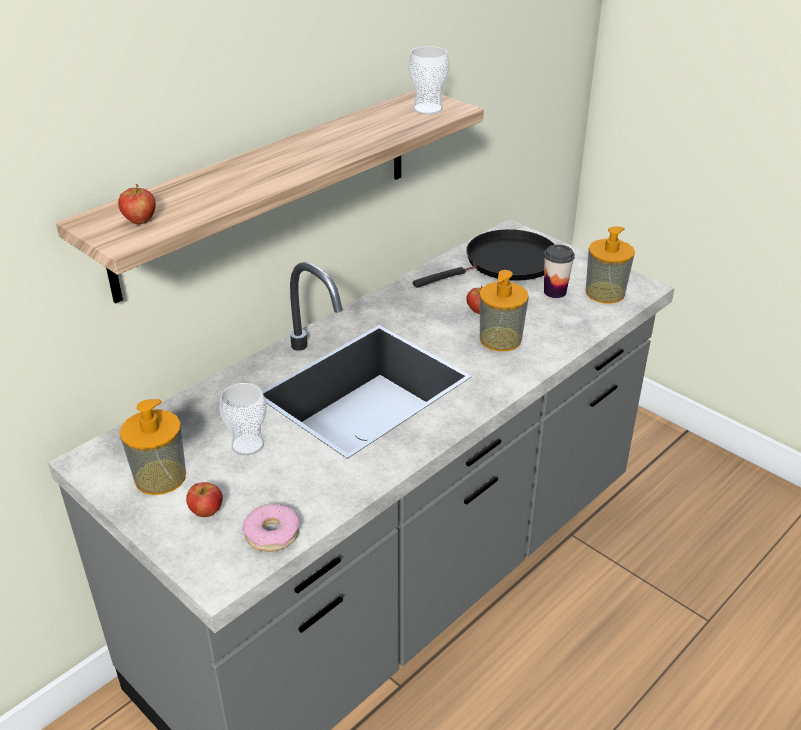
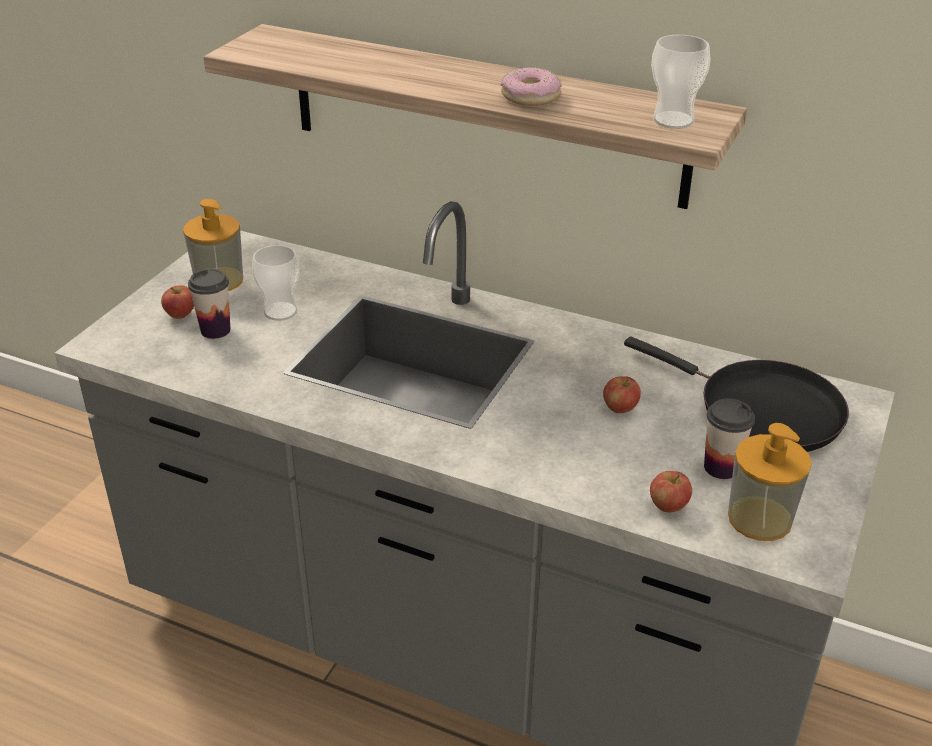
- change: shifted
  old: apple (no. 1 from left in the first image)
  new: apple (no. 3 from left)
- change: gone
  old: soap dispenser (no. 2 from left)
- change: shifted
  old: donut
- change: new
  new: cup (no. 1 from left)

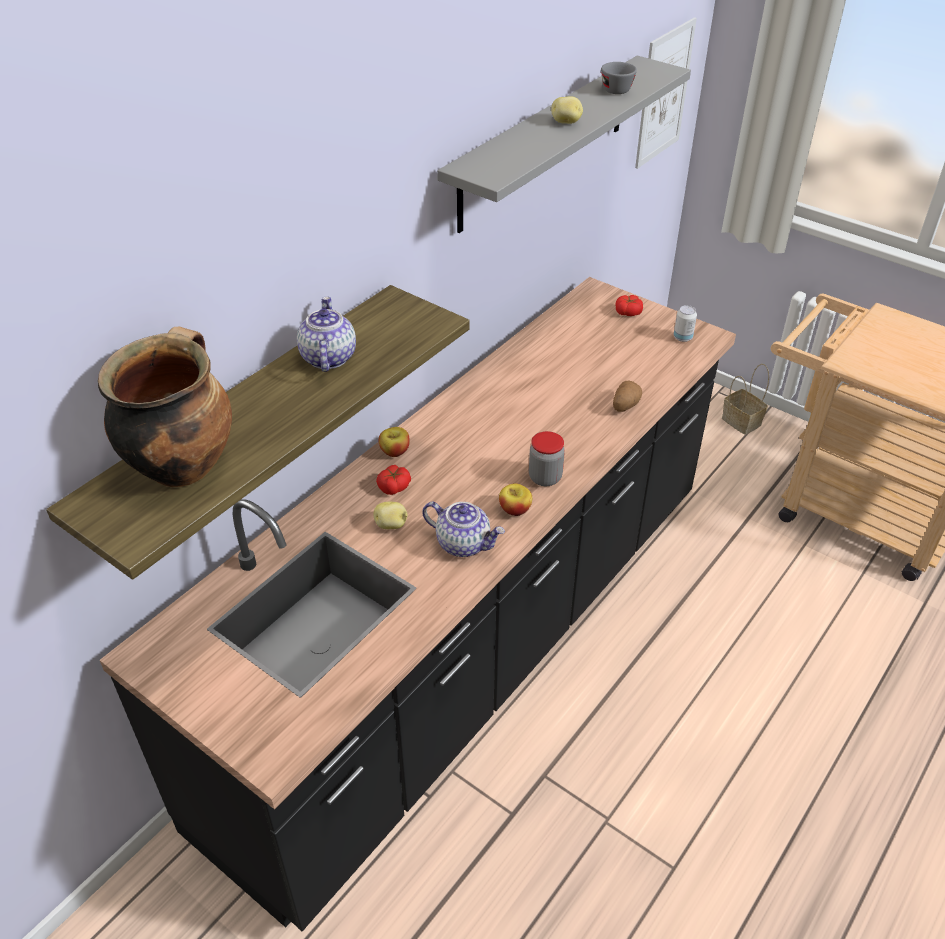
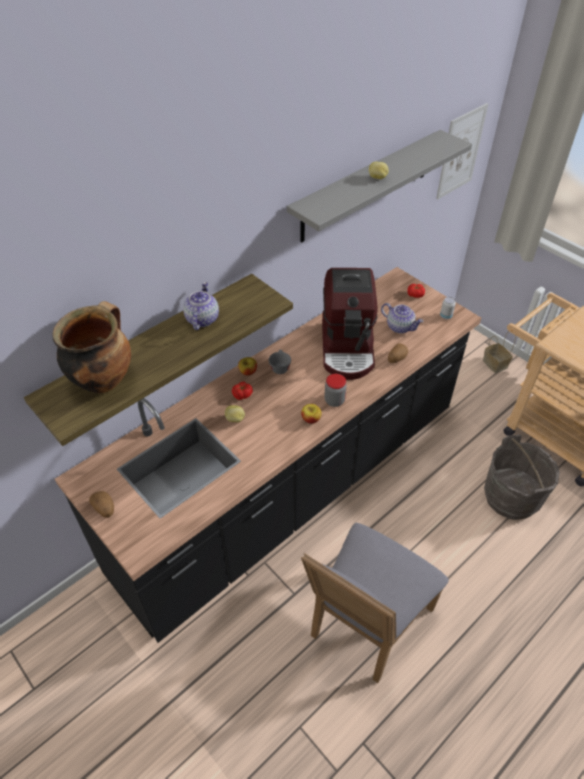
- change: shifted
  old: grey cup
- change: shifted
  old: teapot (no. 2 from left)
- change: new
  new: coffee machine
- change: new
  new: grey bucket
- change: new
  new: potato (no. 1 from left)
- change: new
  new: grey chair

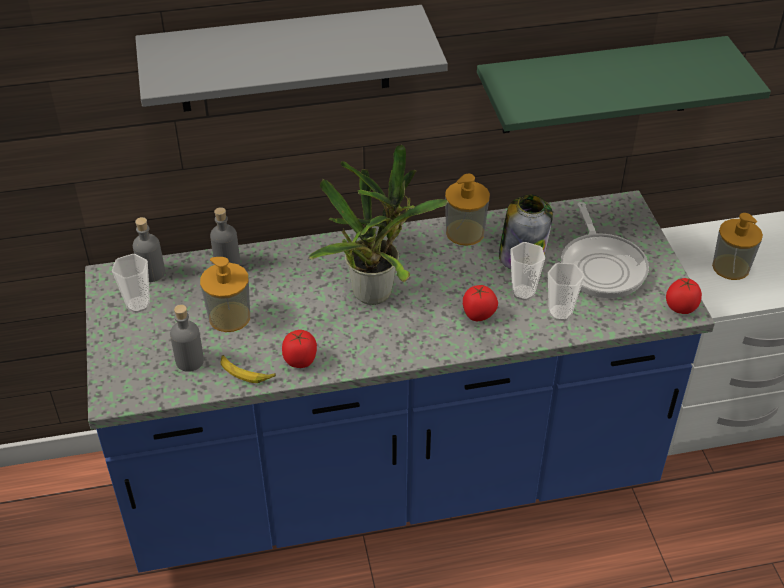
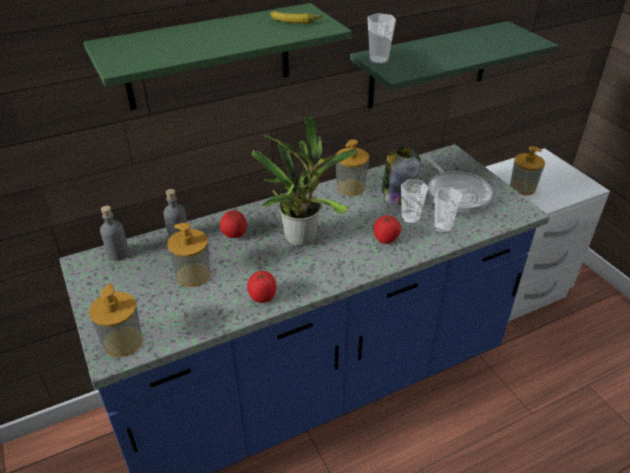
- change: repainted
  old: grey shelf
  new: green shelf (no. 1 from left)
- change: shifted
  old: cup (no. 1 from left)
- change: shifted
  old: tomato (no. 3 from left in the first image)
  new: tomato (no. 1 from left)
- change: gone
  old: grey bottle (no. 2 from left)
- change: shifted
  old: banana
- change: new
  new: soap dispenser (no. 1 from left)

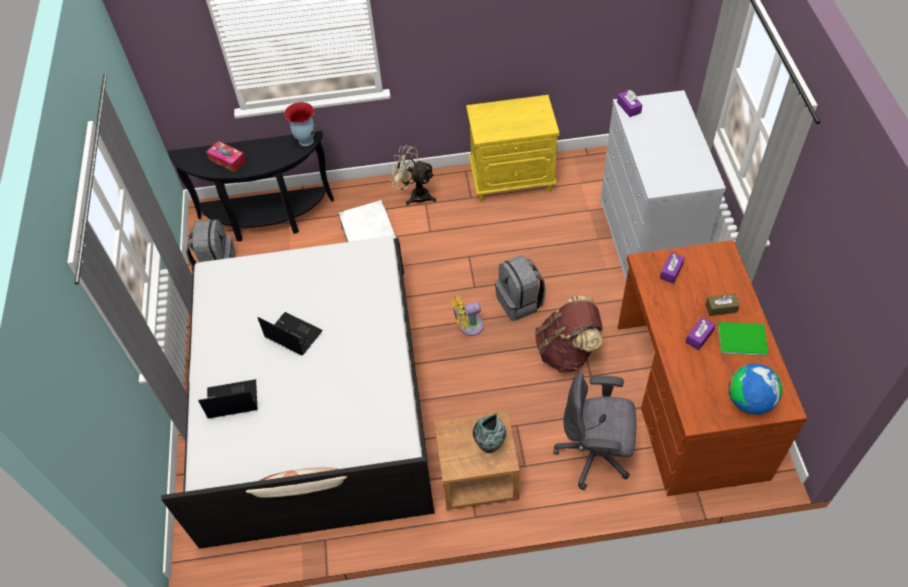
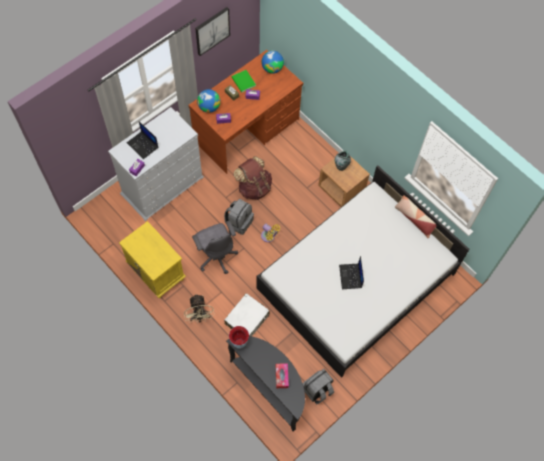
- change: shifted
  old: grey office chair
- change: shifted
  old: laptop (no. 1 from left)
- change: new
  new: picture
- change: new
  new: globe (no. 1 from left)

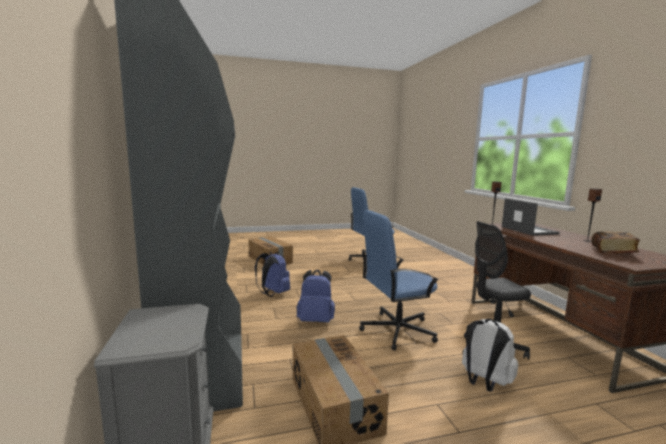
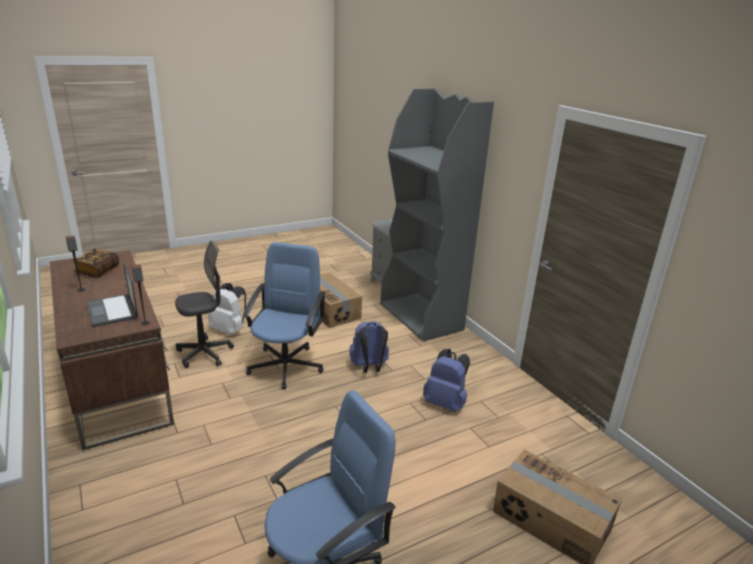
- change: rotated
  old: blue office chair (no. 2 from left in the first image)
  degrees: -45

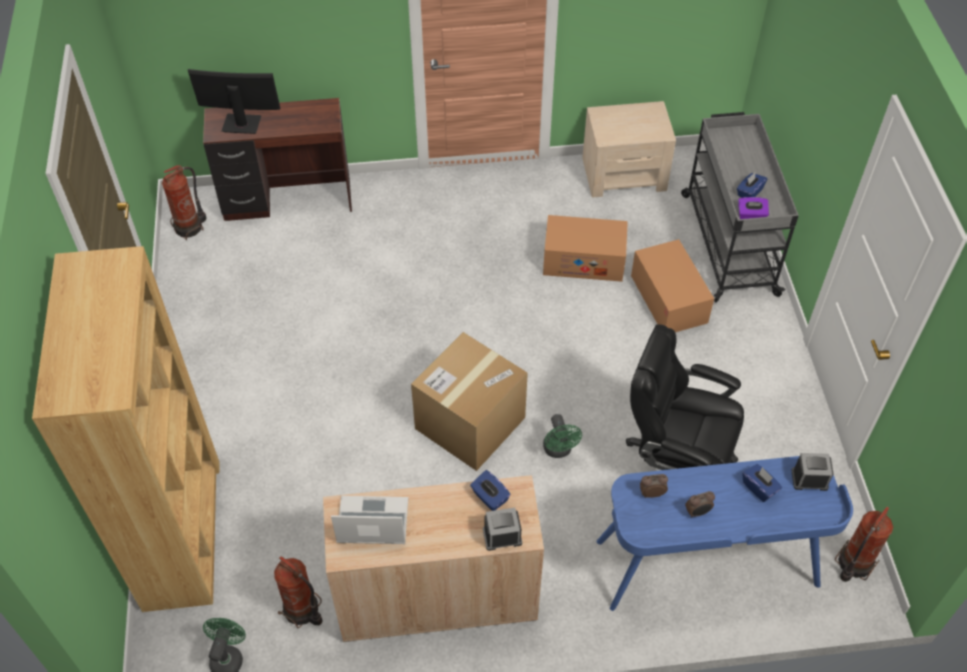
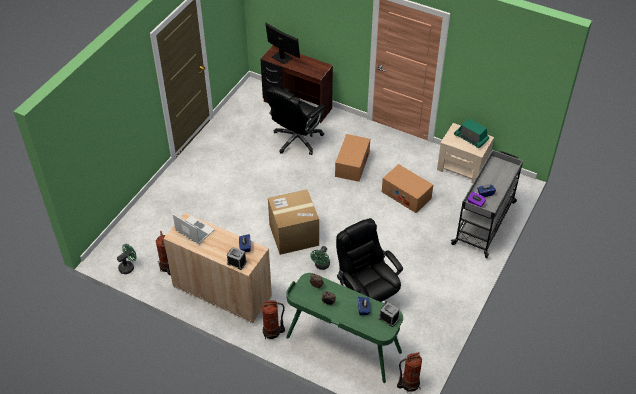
- change: shifted
  old: fire extinguisher (no. 1 from left in the first image)
  new: fire extinguisher (no. 2 from left)
- change: shifted
  old: cardboard box (no. 3 from left in the first image)
  new: cardboard box (no. 2 from left)
- change: gone
  old: brown bookcase
- change: repainted
  old: blue desk
  new: green desk
- change: new
  new: black office chair (no. 1 from left)
- change: new
  new: radio

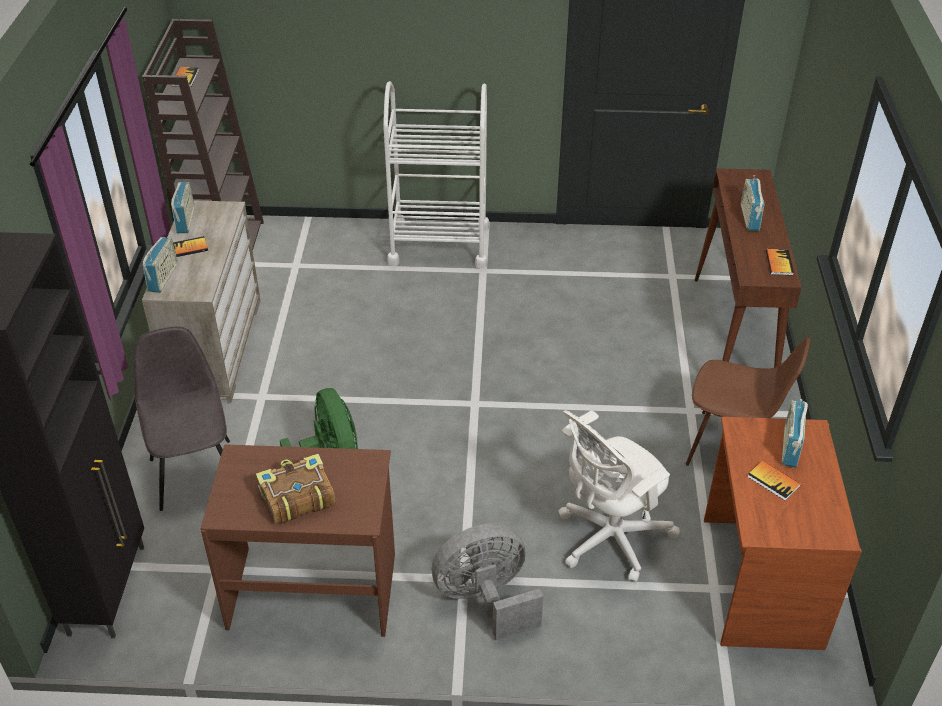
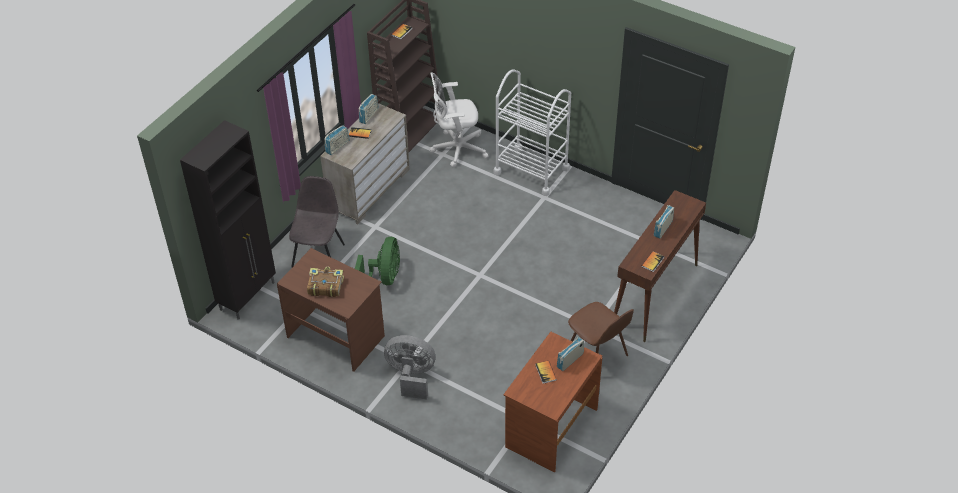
- change: shifted
  old: white office chair

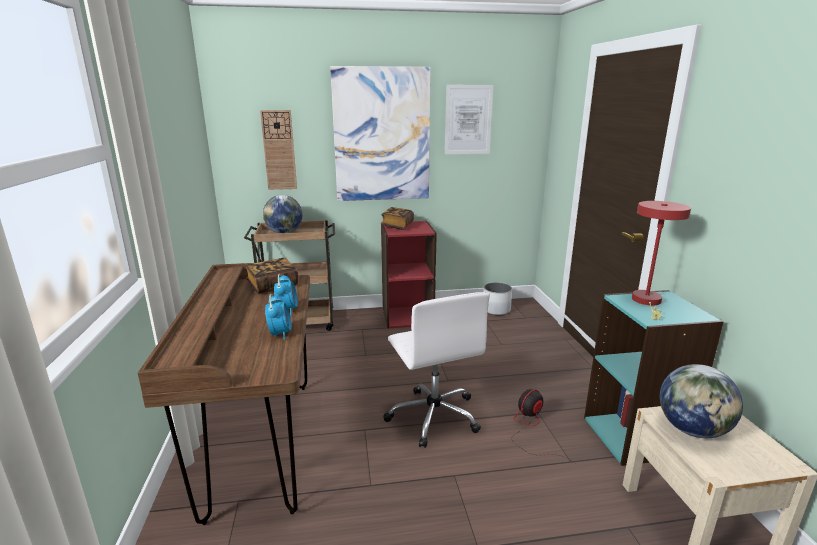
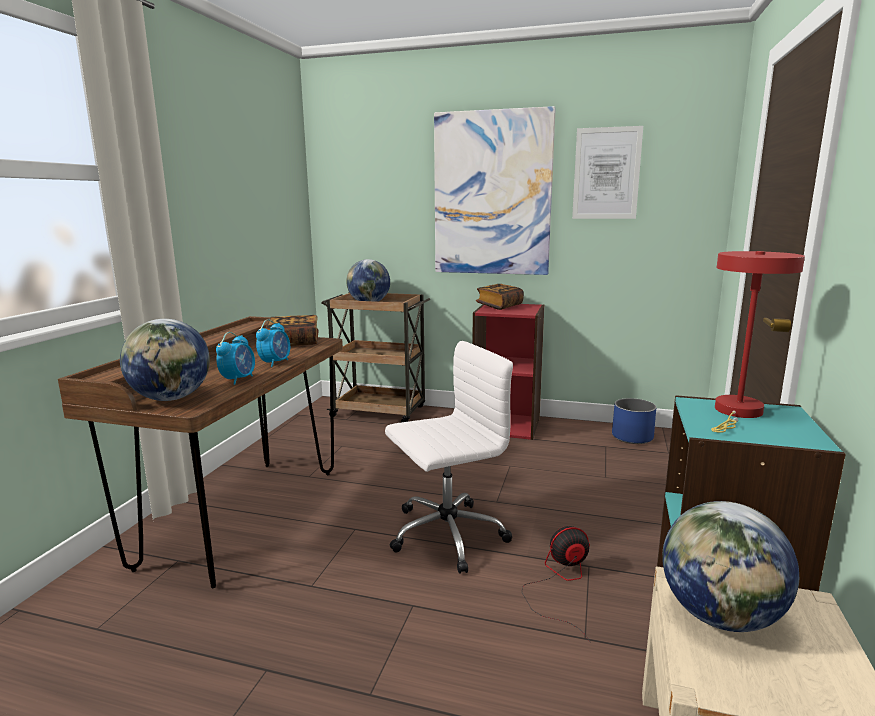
- change: gone
  old: wall clock
- change: repainted
  old: white planter
  new: blue planter
- change: rotated
  old: white office chair
  degrees: -120
- change: new
  new: globe (no. 1 from left)

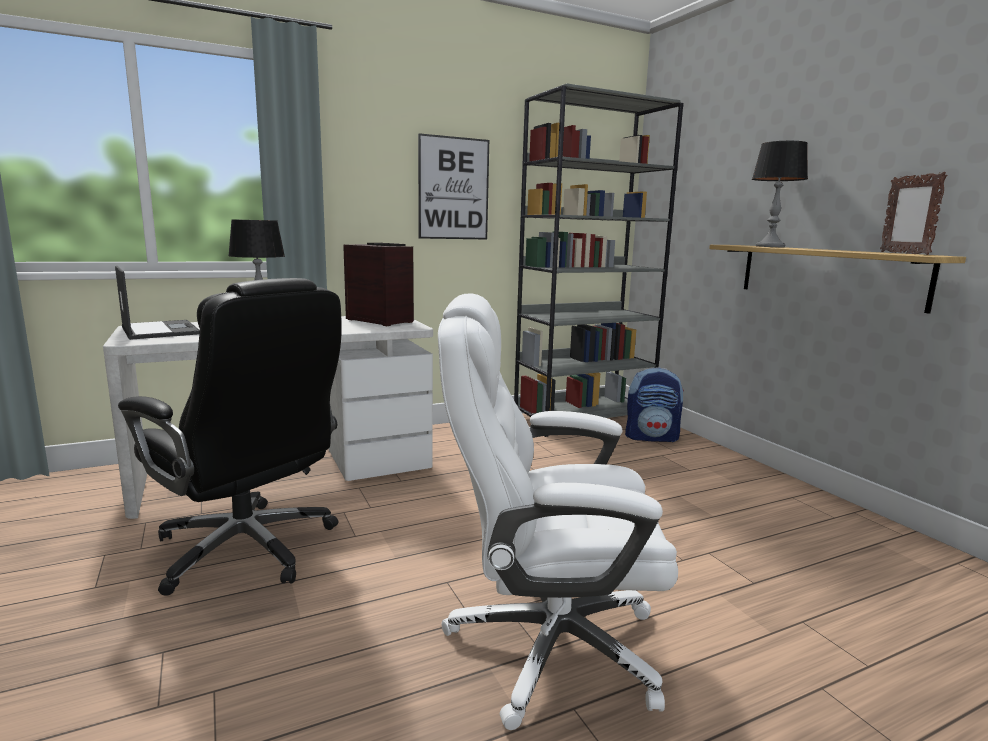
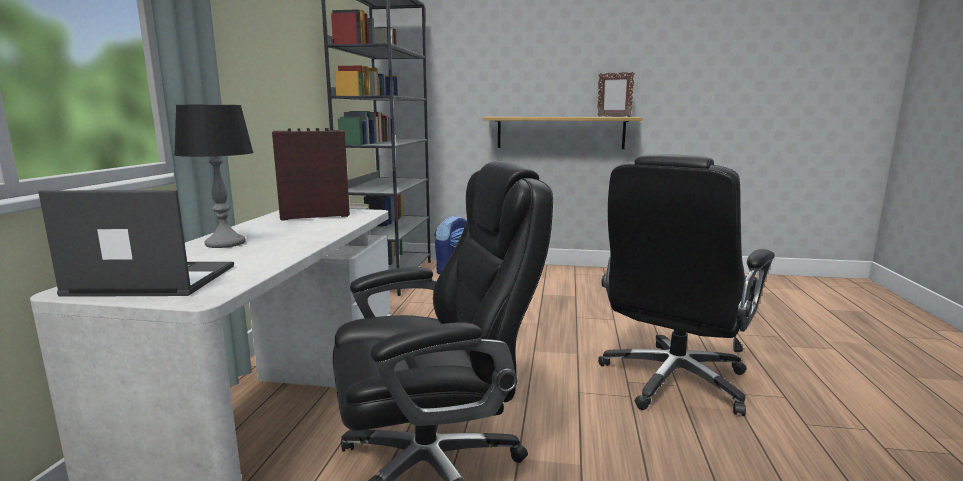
- change: gone
  old: picture
- change: gone
  old: table lamp (no. 2 from left)
- change: repainted
  old: white office chair
  new: black office chair (no. 2 from left)

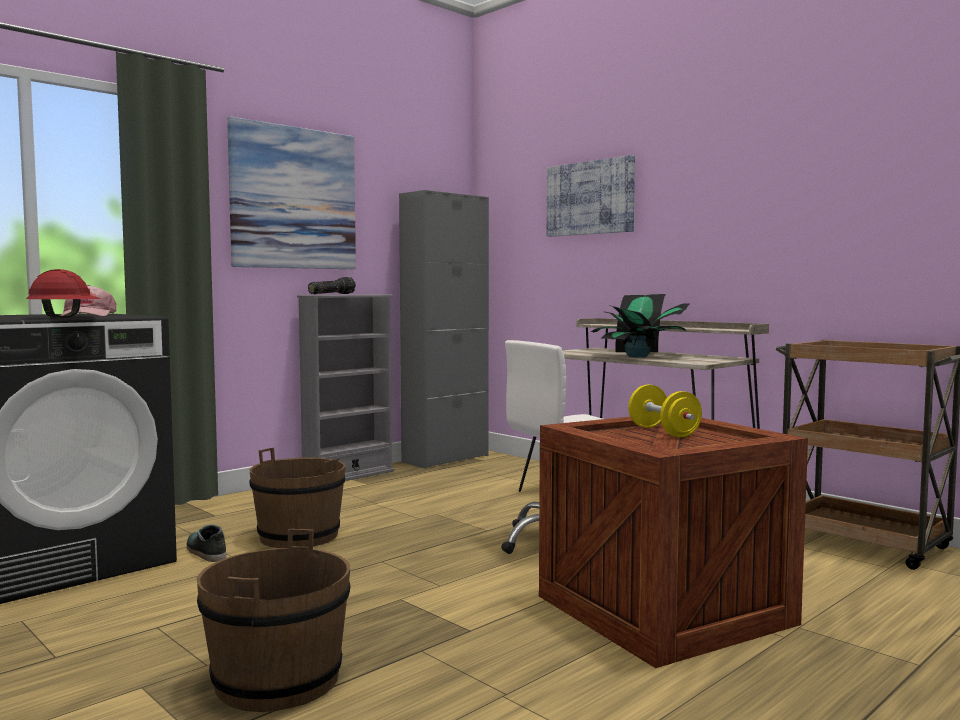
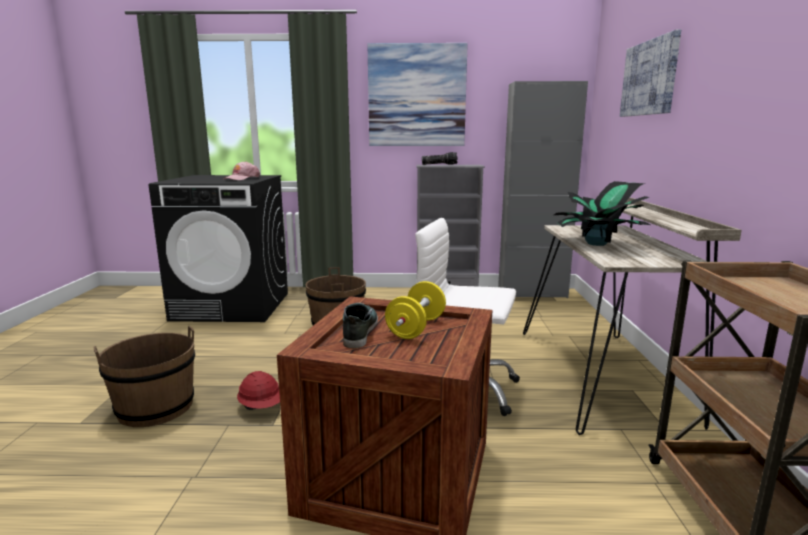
- change: shifted
  old: red hard hat
- change: shifted
  old: shoe

